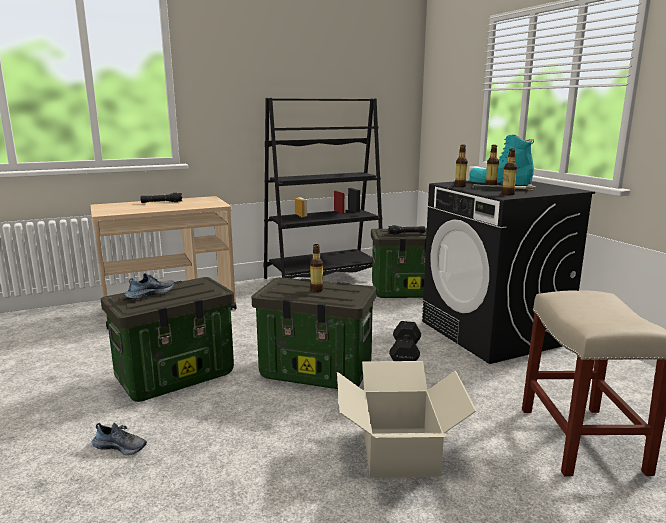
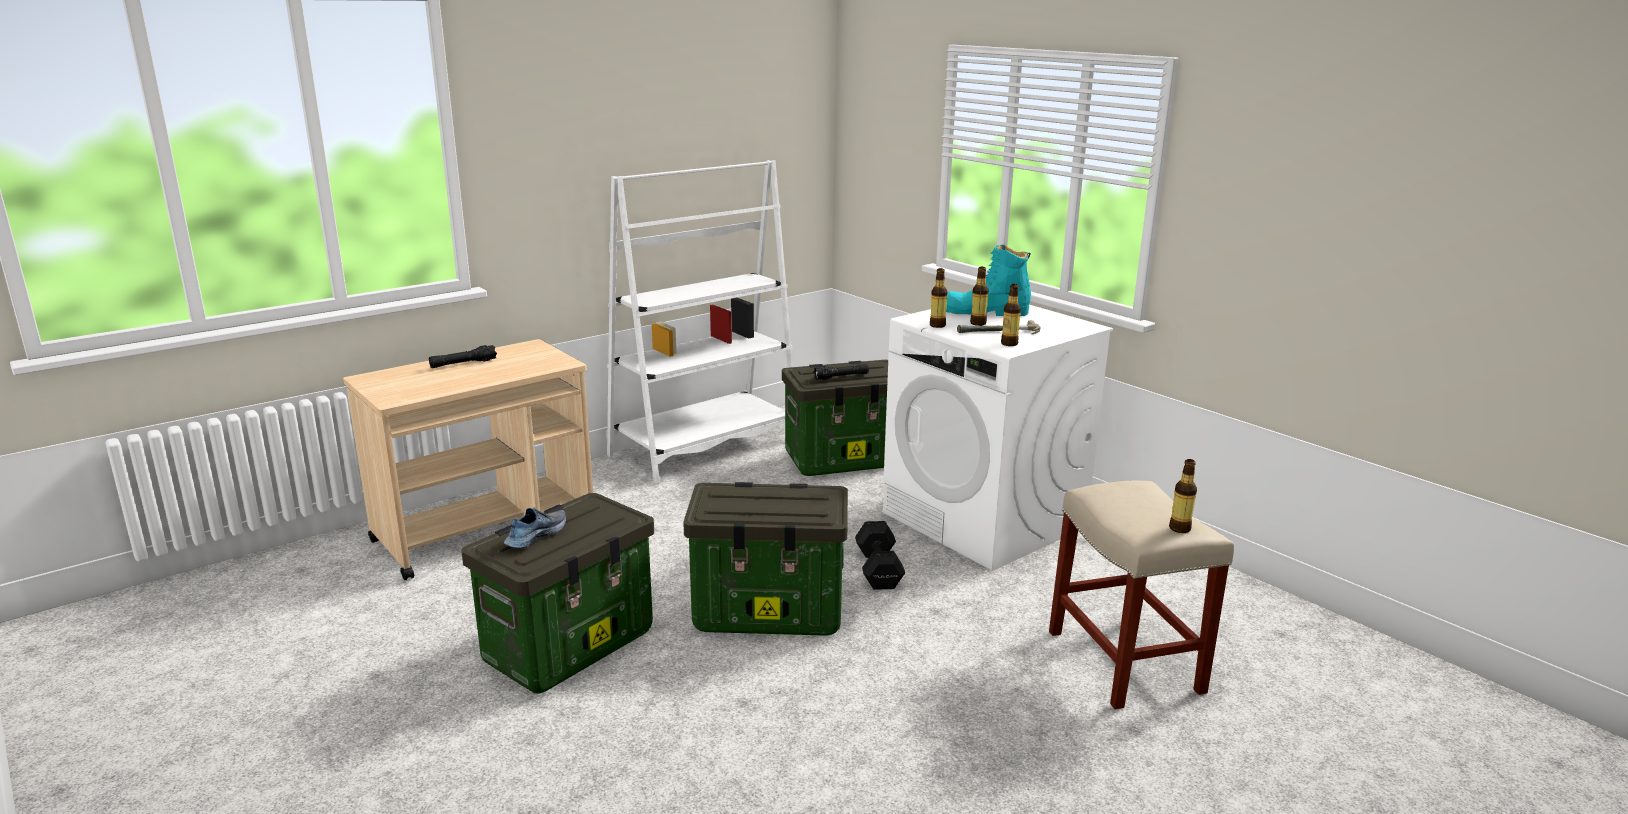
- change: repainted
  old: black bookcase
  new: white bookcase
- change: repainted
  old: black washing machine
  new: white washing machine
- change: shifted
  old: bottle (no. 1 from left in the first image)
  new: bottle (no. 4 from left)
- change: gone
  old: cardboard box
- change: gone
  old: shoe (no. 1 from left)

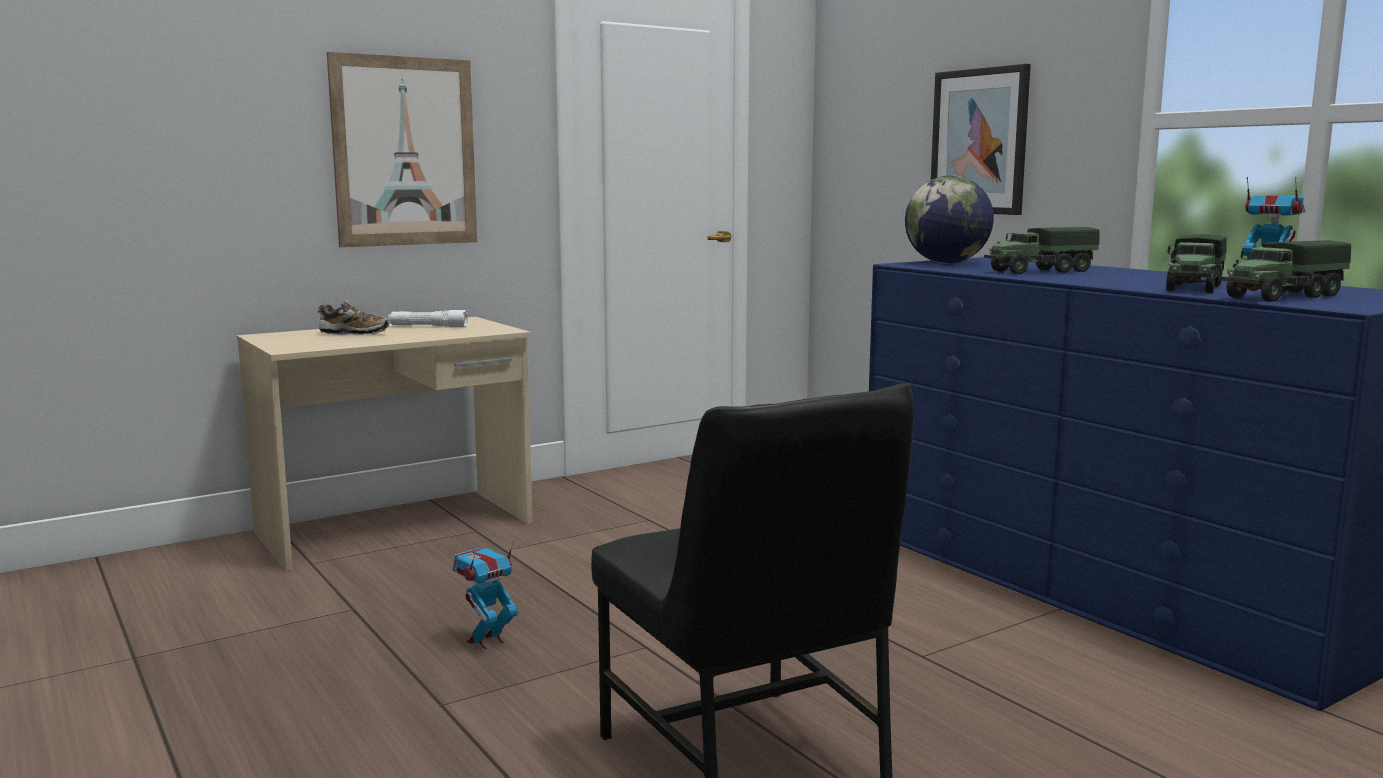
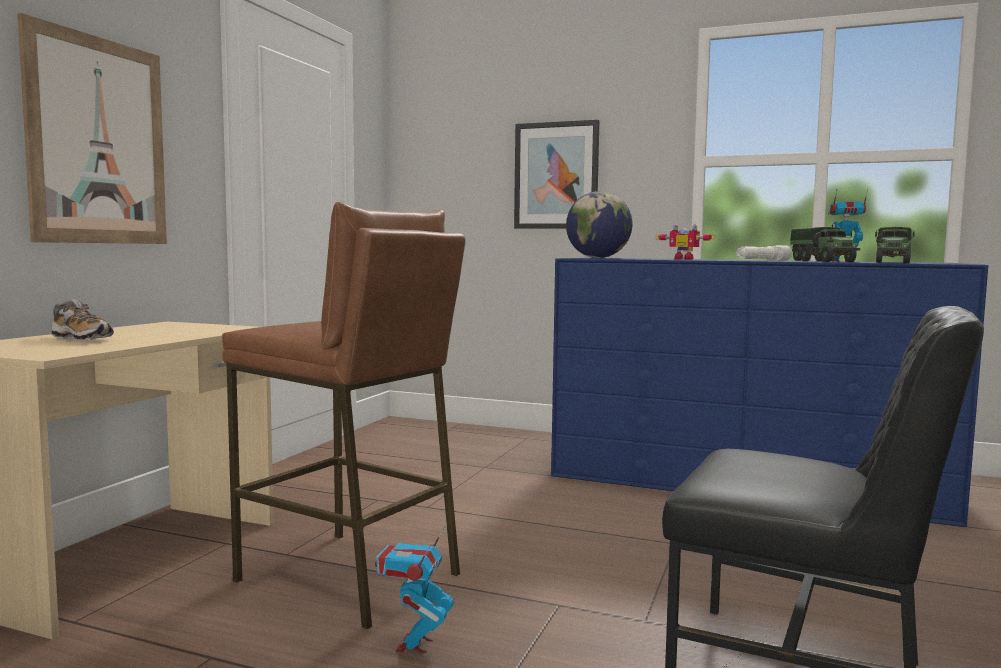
- change: swapped
  old: toy truck (no. 1 from left)
  new: toy robot (no. 2 from left)
- change: rotated
  old: shoe
  degrees: 60
- change: shifted
  old: white flashlight
- change: new
  new: brown stool

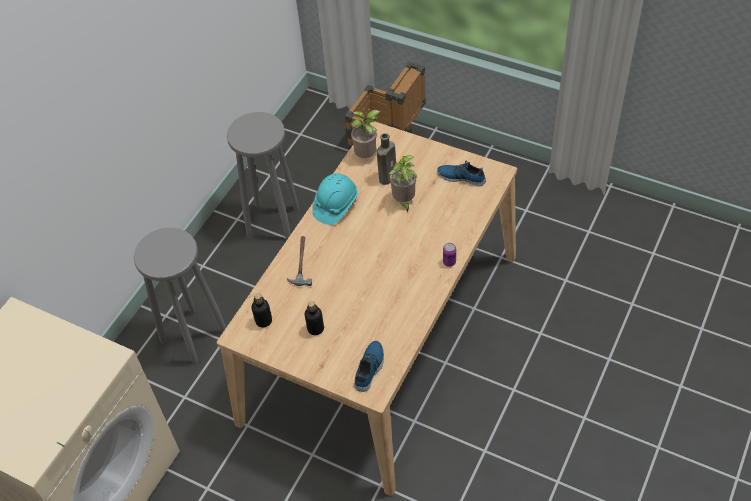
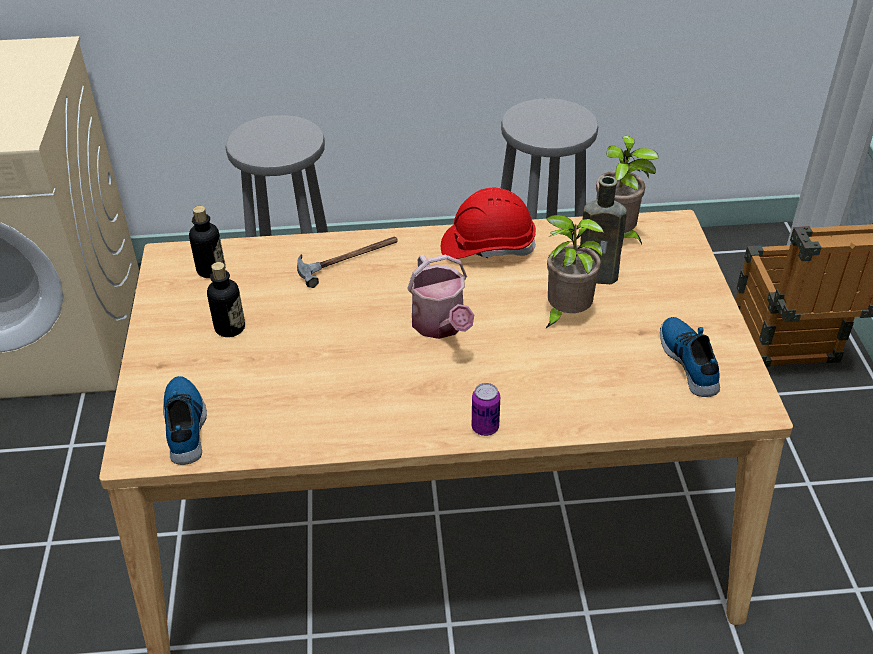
- change: repainted
  old: turquoise hard hat
  new: red hard hat
- change: rotated
  old: shoe (no. 1 from left)
  degrees: -90
- change: new
  new: watering can

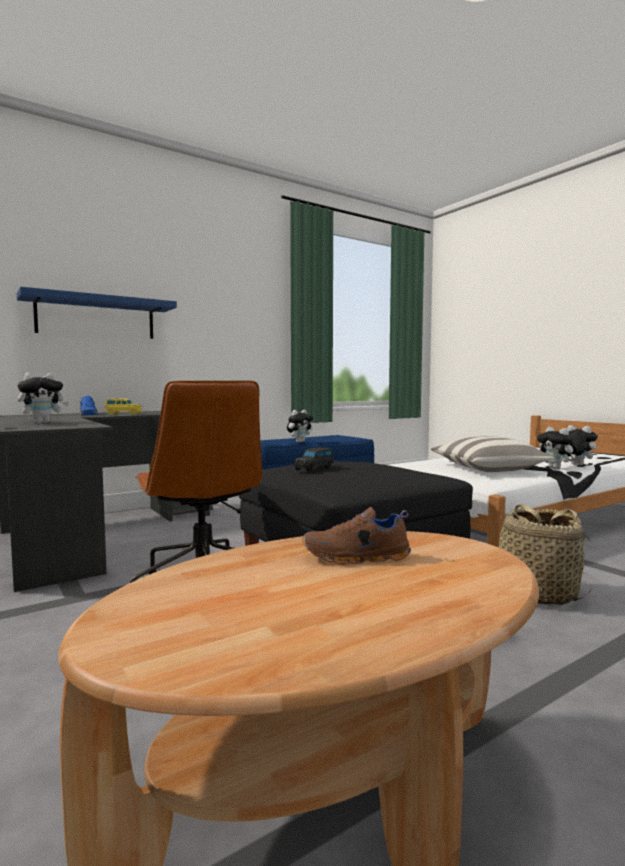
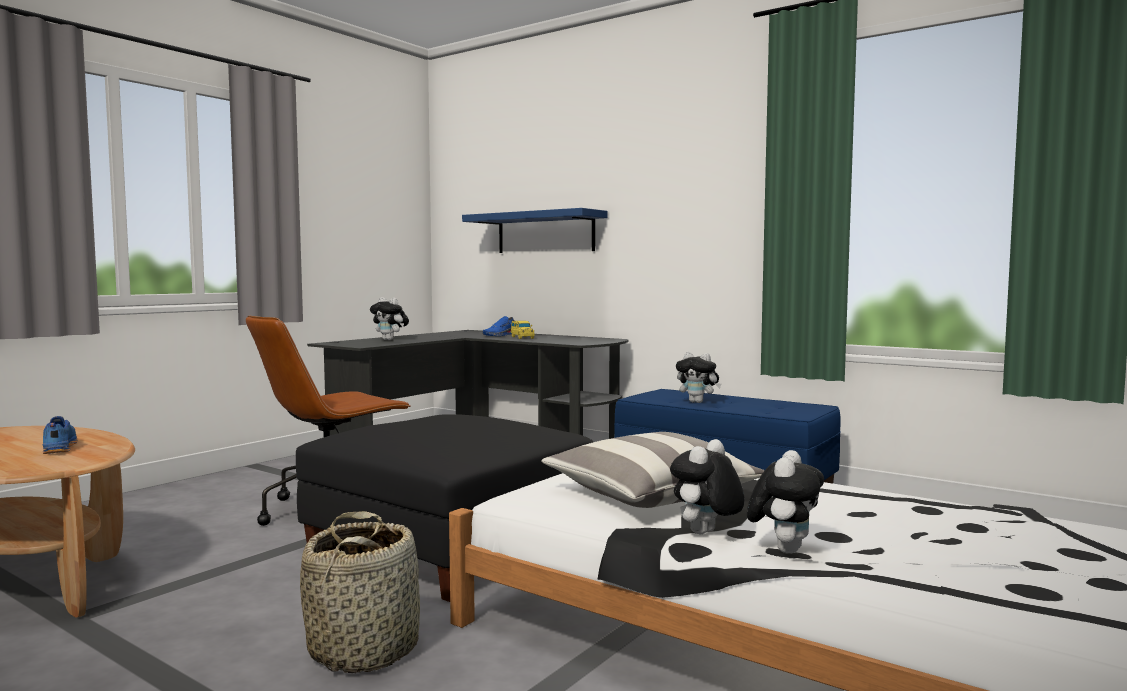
- change: gone
  old: black toy car
- change: repainted
  old: brown shoe
  new: blue shoe (no. 1 from left)

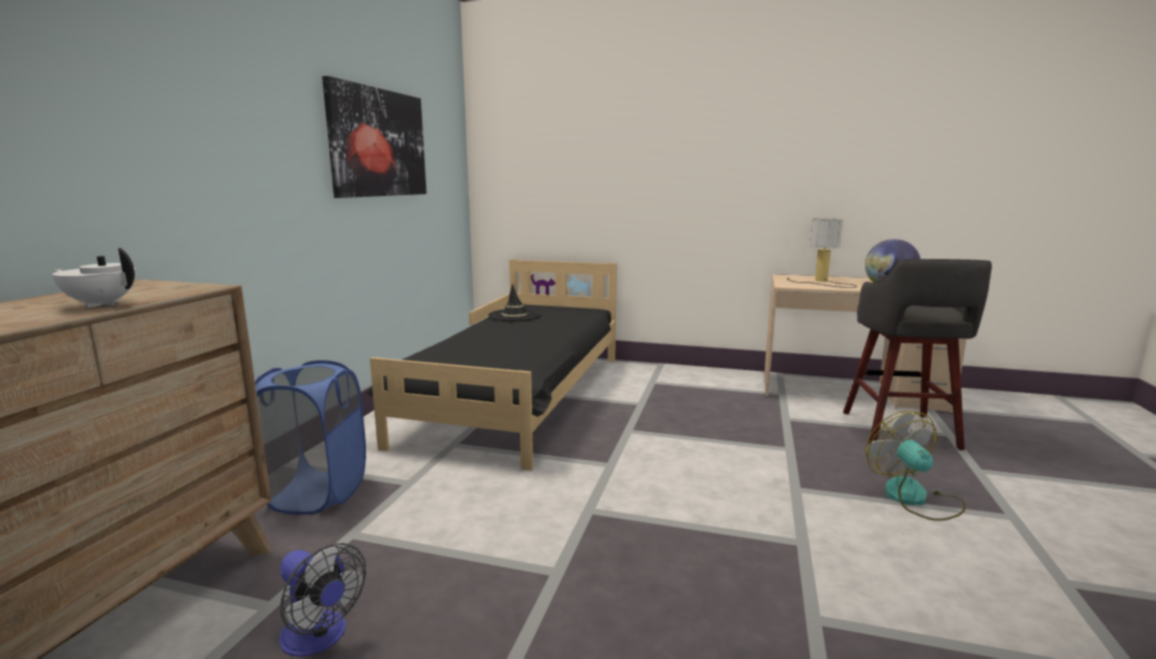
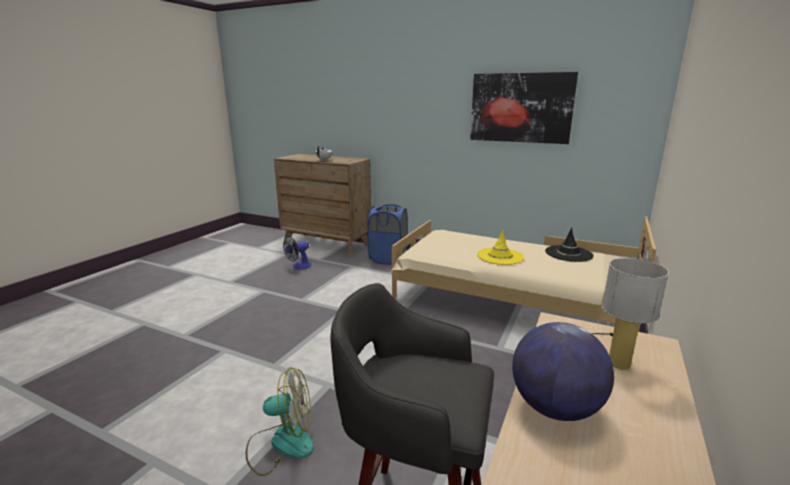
- change: repainted
  old: black bed
  new: beige bed
- change: new
  new: yellow hat

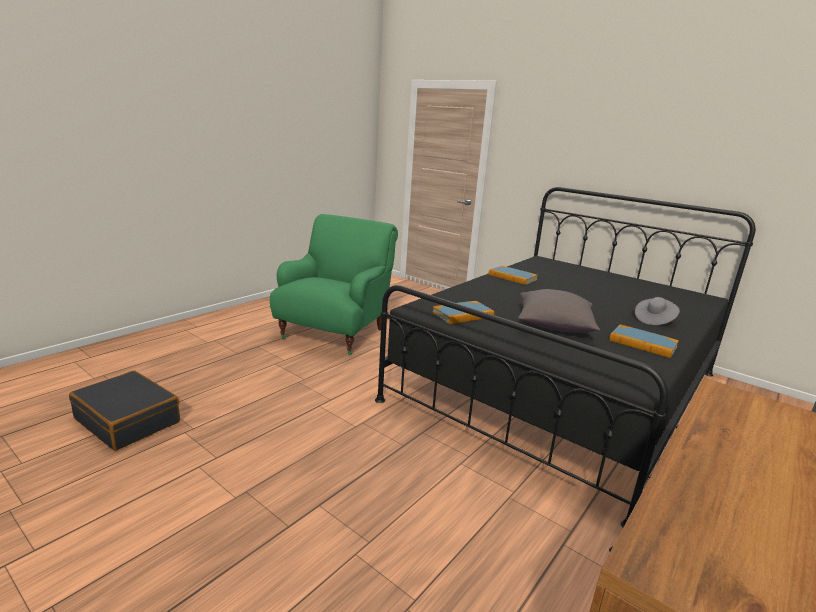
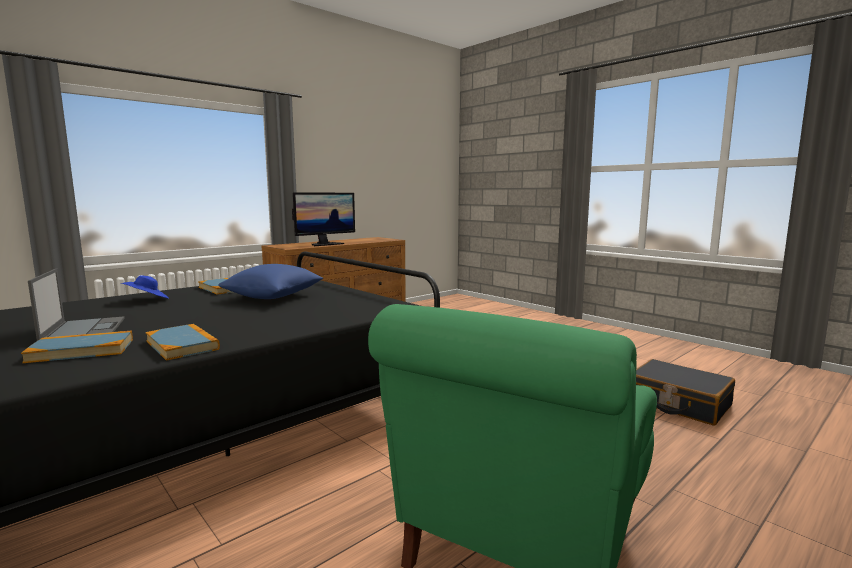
- change: repainted
  old: grey pillow
  new: blue pillow
- change: repainted
  old: grey hat
  new: blue hat
- change: shifted
  old: book (no. 1 from left)
- change: new
  new: monitor
- change: new
  new: laptop

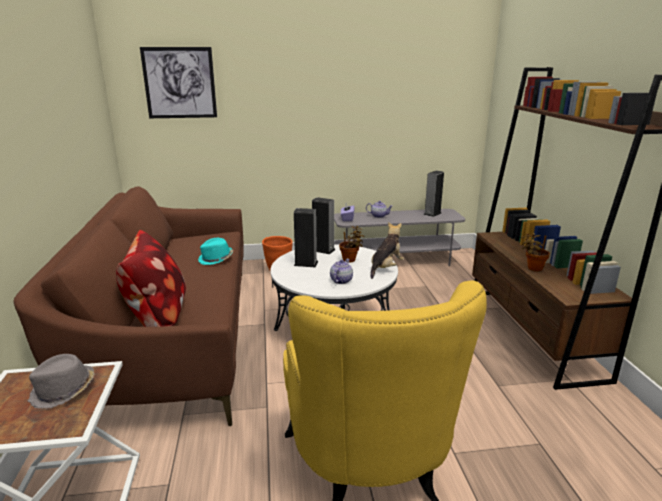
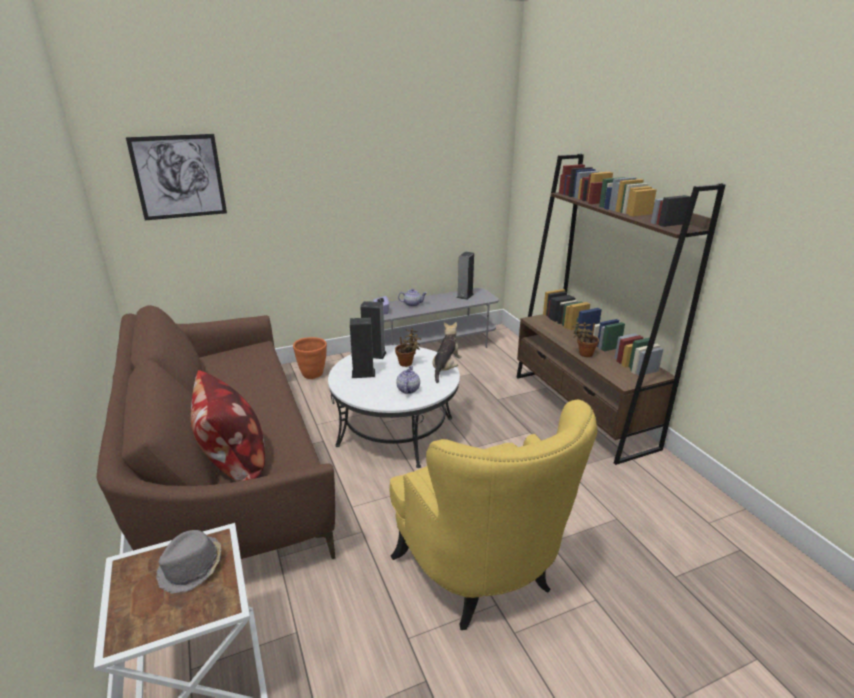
- change: gone
  old: turquoise hat

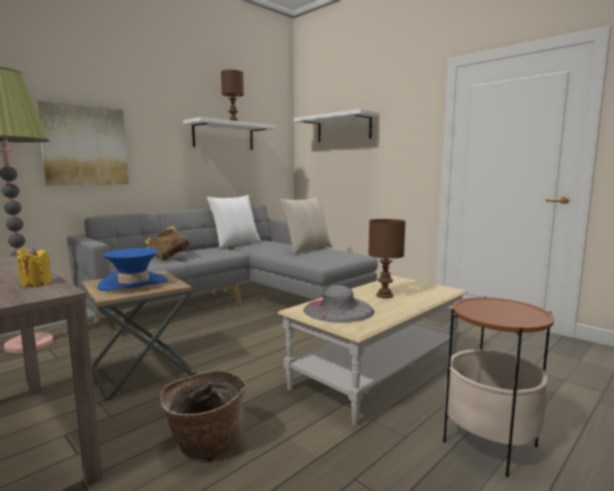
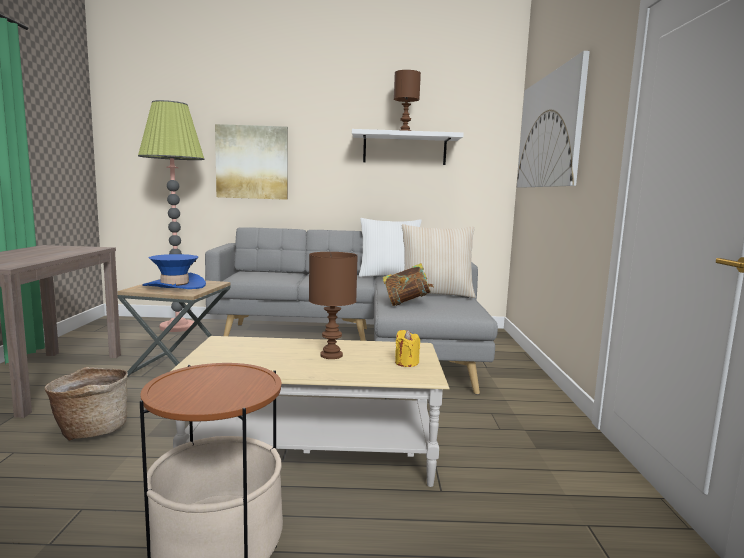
- change: swapped
  old: white shelf (no. 2 from left)
  new: picture (no. 2 from left)
- change: shifted
  old: book
- change: shifted
  old: yellow candle
- change: gone
  old: grey hat

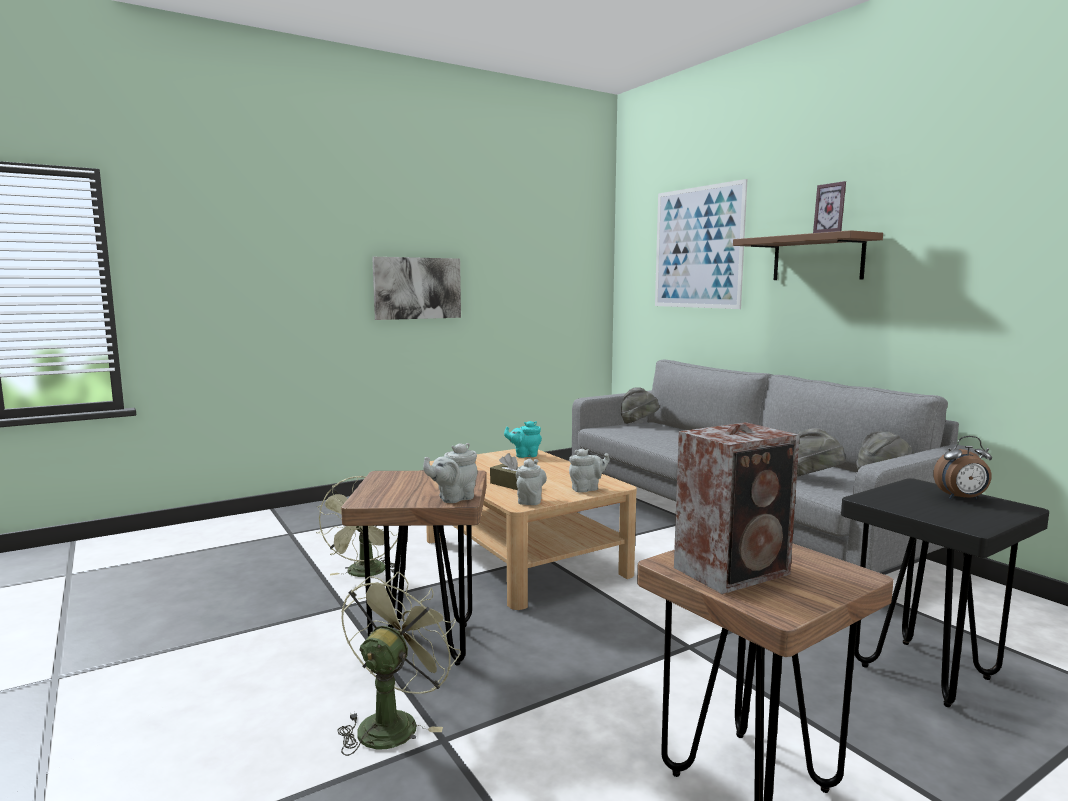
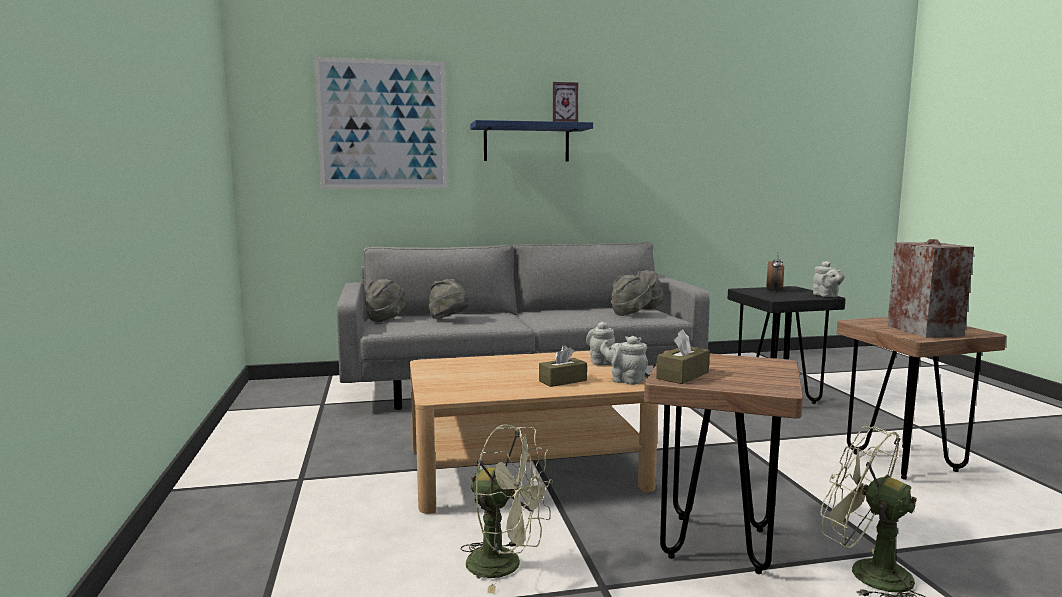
- change: repainted
  old: brown shelf
  new: blue shelf
- change: gone
  old: picture (no. 1 from left)
- change: gone
  old: turquoise teapot
- change: shifted
  old: grey teapot (no. 1 from left in the first image)
  new: grey teapot (no. 3 from left)
- change: new
  new: grey hat (no. 2 from left)
- change: new
  new: brown tissue box (no. 2 from left)

